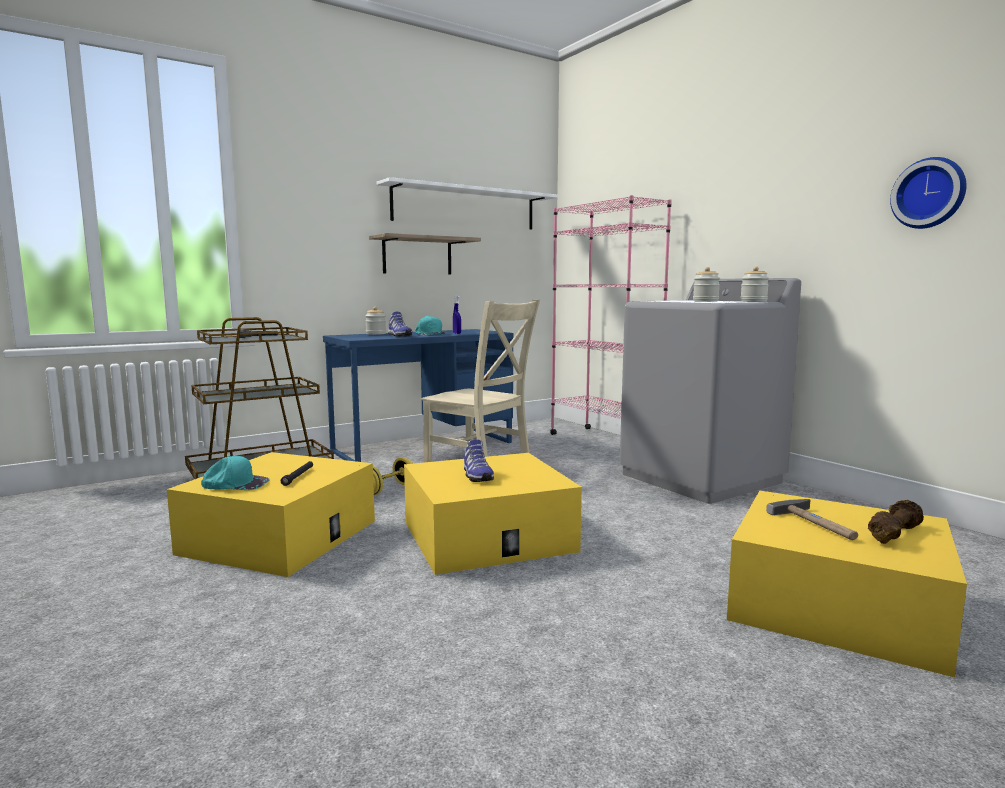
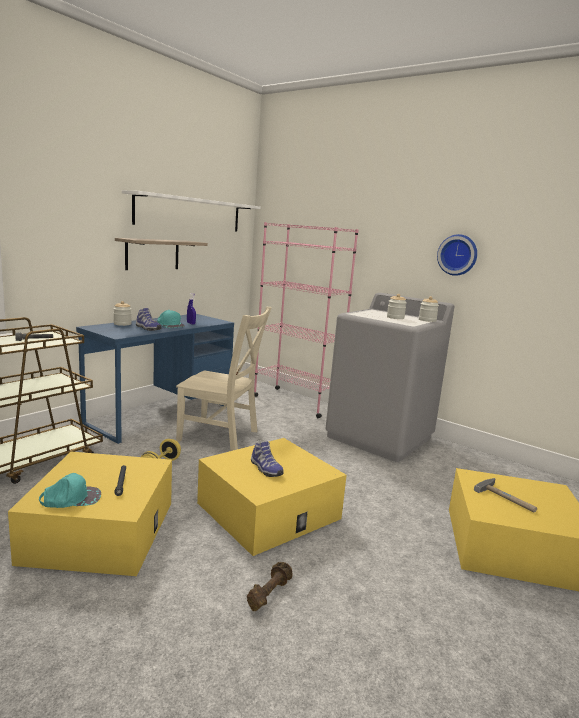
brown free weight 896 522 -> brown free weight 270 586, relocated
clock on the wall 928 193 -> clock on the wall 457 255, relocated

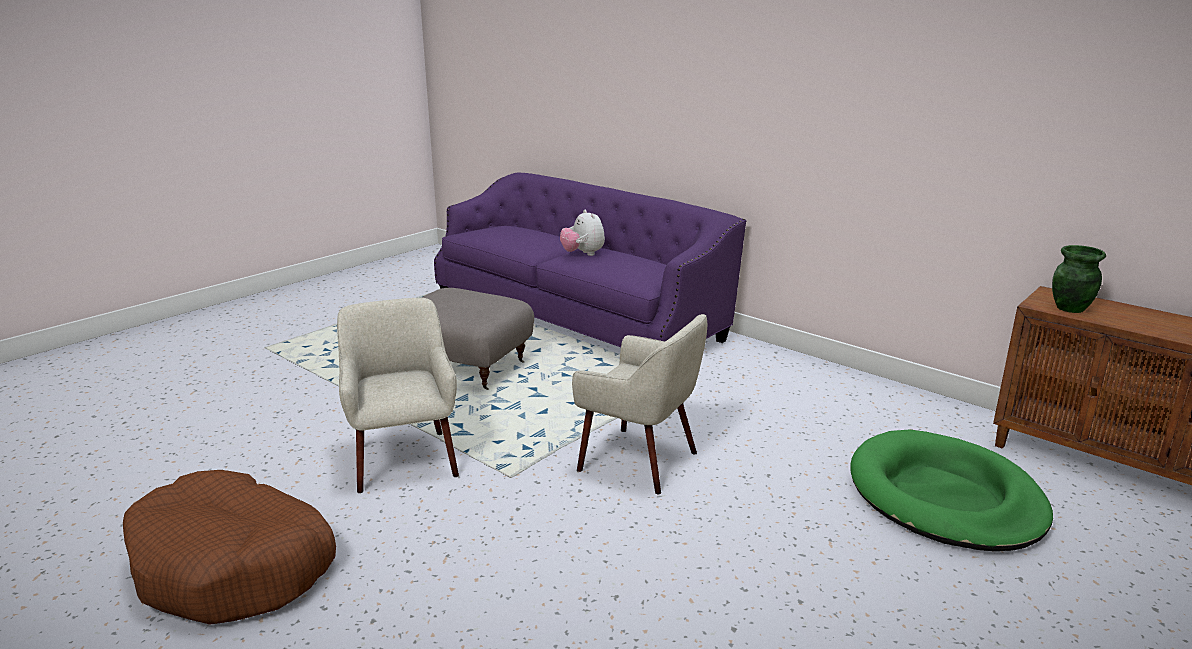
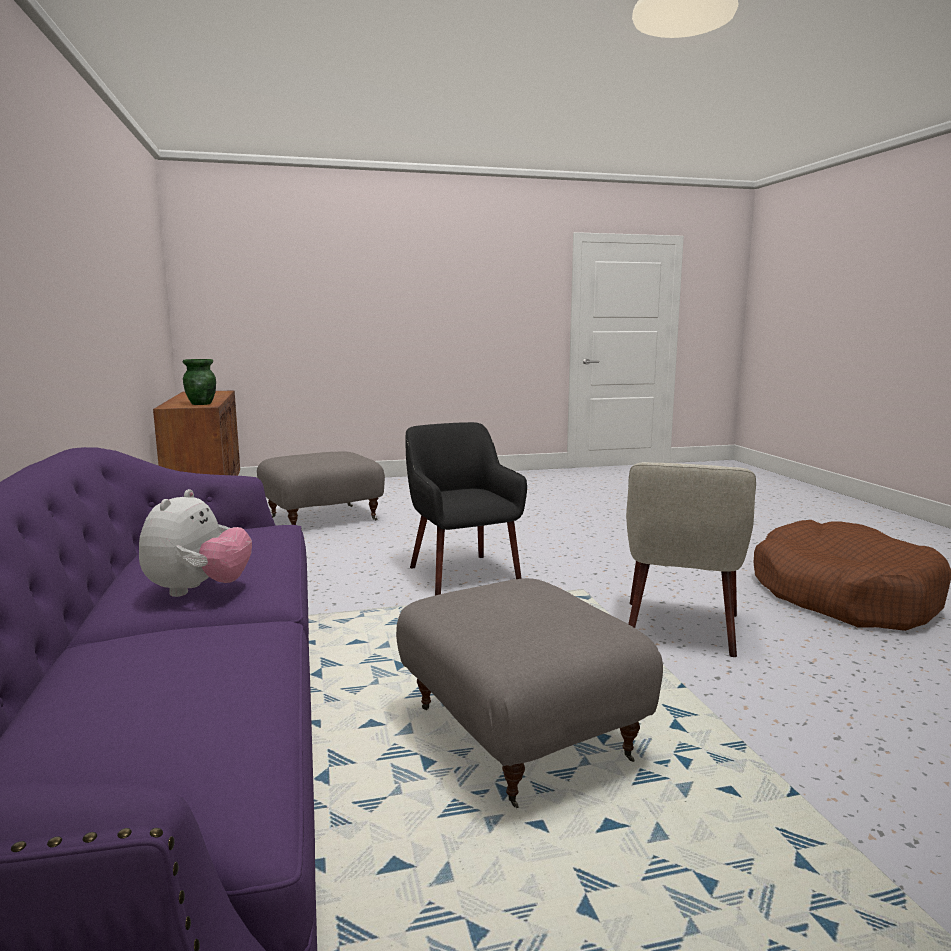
greenish pet bed 951 490 -> grey footrest 321 488
sand-coloured easy chair 639 404 -> black easy chair 466 508

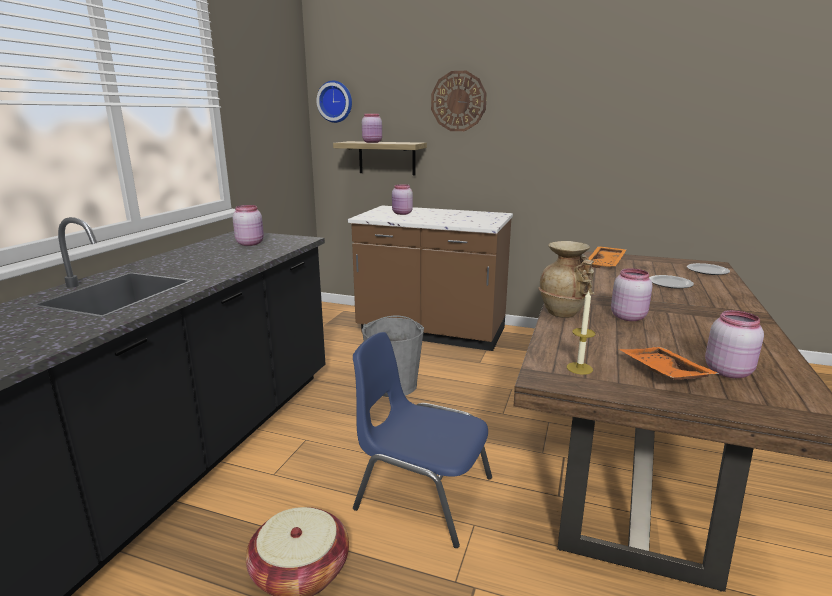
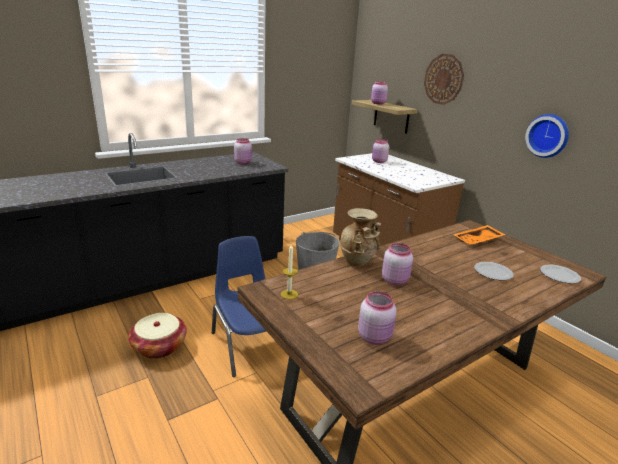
orange carrying tray 669 363 -> none
clock on the wall 334 102 -> clock on the wall 547 136, relocated

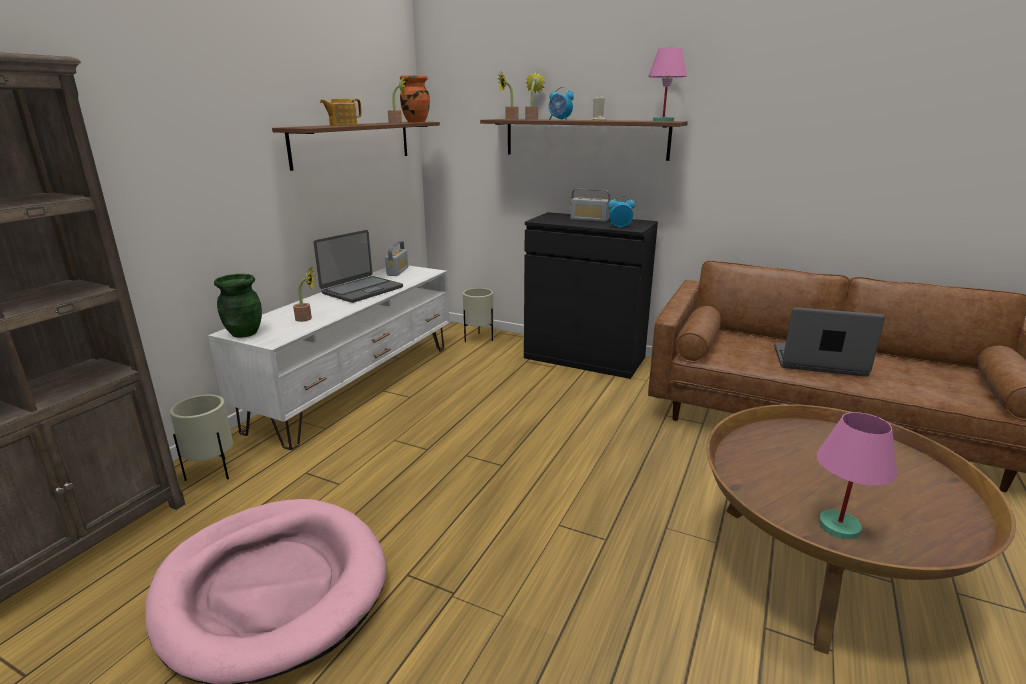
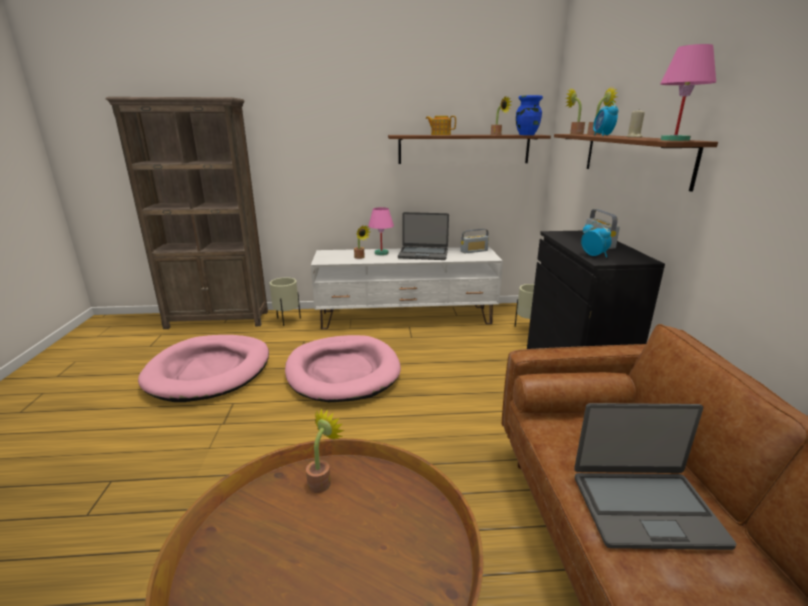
greenish decorative vase 238 306 -> none
none -> pink pet bed 343 368
none -> houseplant 325 450
pink lamp for a table 856 475 -> pink lamp for a table 381 231, relocated
orange decorative vase 415 98 -> blue-coloured decorative vase 529 115
laptop 829 342 -> laptop 655 476, 105 degrees clockwise

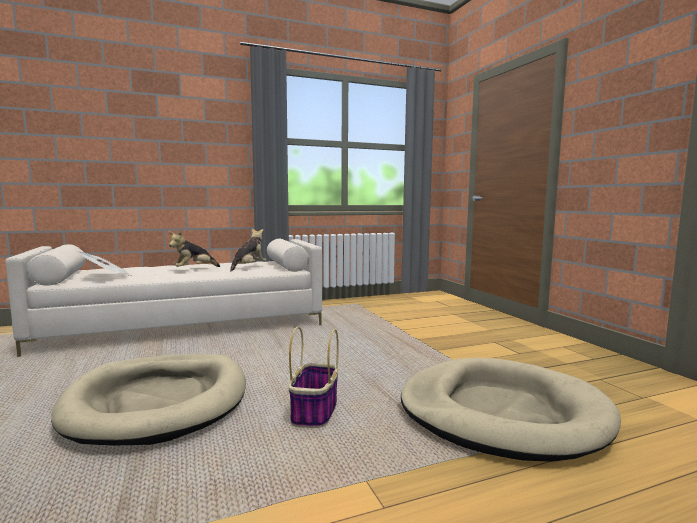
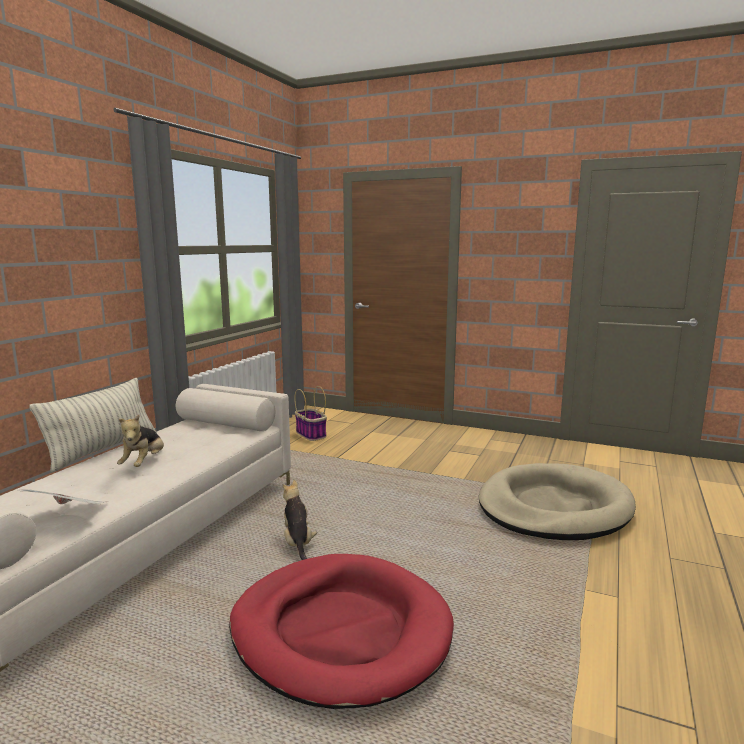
none -> cushion 93 425
soft toy 248 250 -> soft toy 300 520, relocated
storage basket 314 377 -> storage basket 310 413, relocated
sand-coloured pet bed 148 400 -> red pet bed 341 631

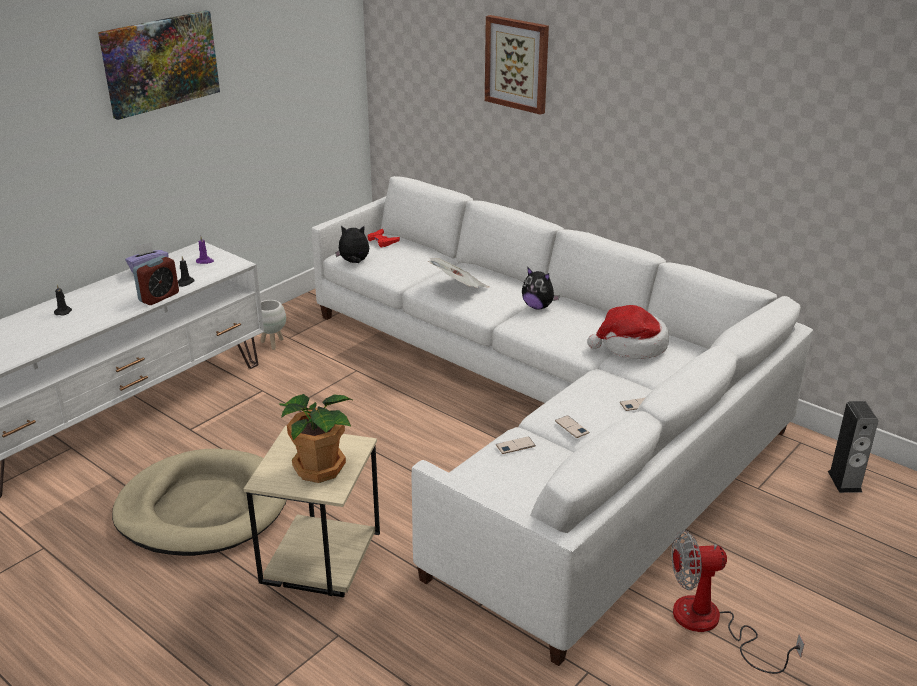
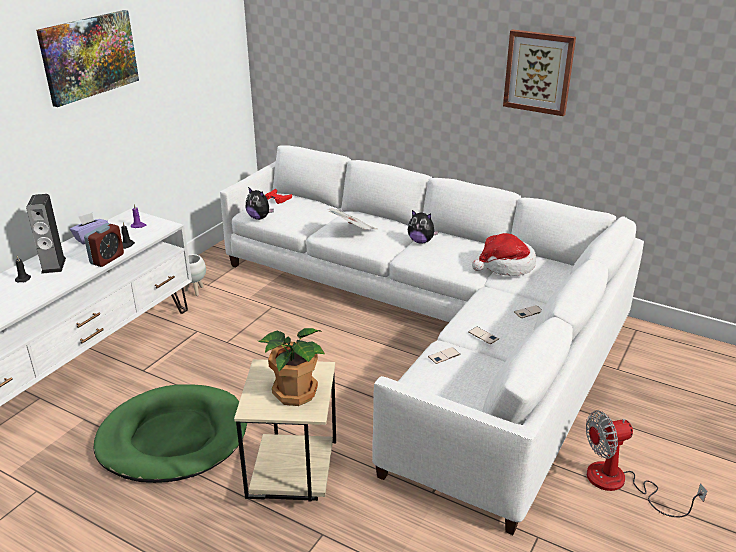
picture 517 65 -> picture 539 72, relocated
audio speaker 853 447 -> audio speaker 46 234, relocated
sand-coloured pet bed 199 502 -> greenish pet bed 170 433
soft toy 352 244 -> soft toy 259 203, 135 degrees counterclockwise

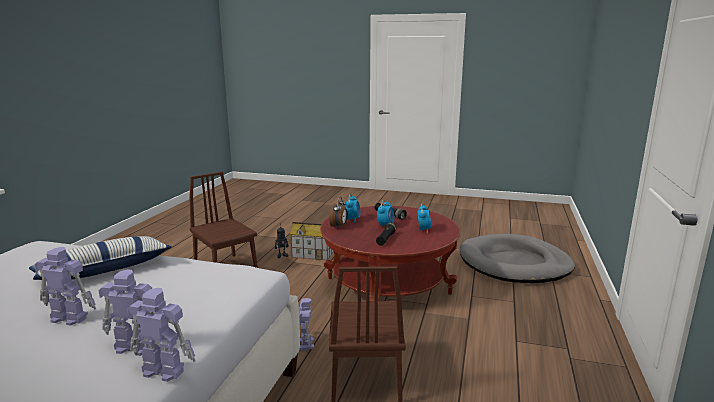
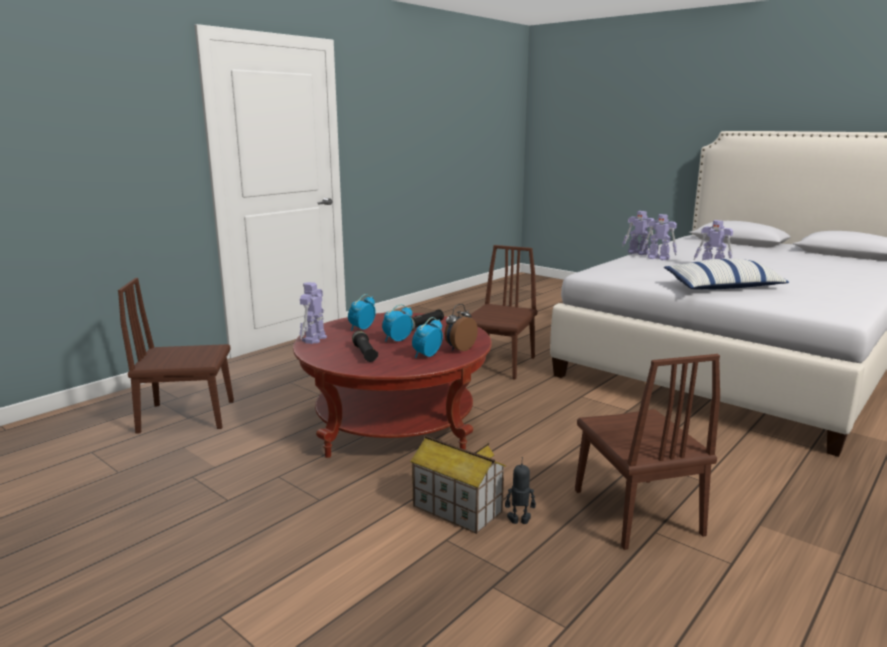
robot figure 306 324 -> robot figure 313 313, relocated
grey pet bed 517 258 -> brown plain chair 176 356

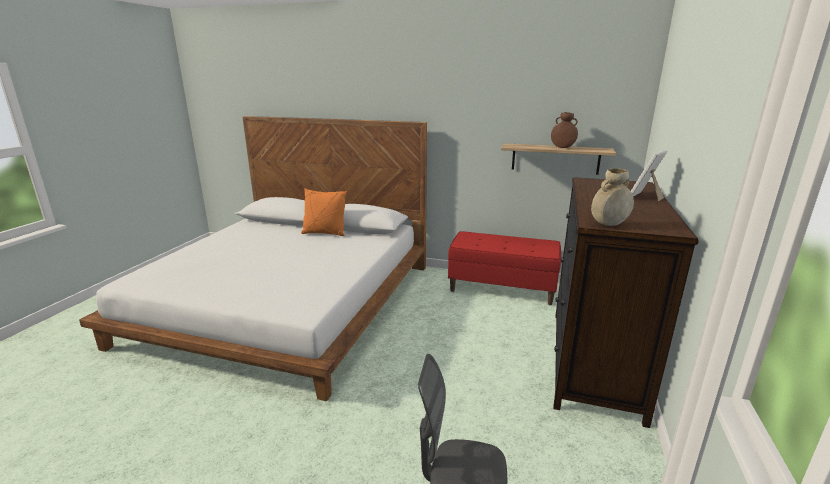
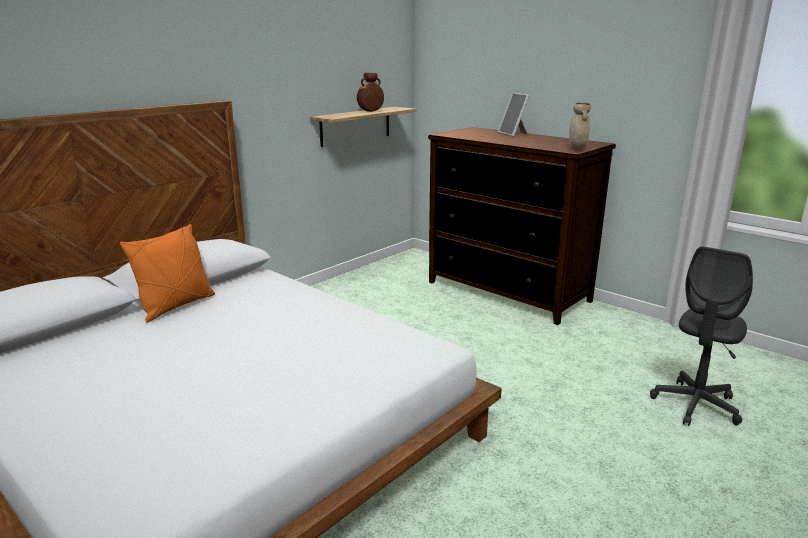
red long seat 504 268 -> none

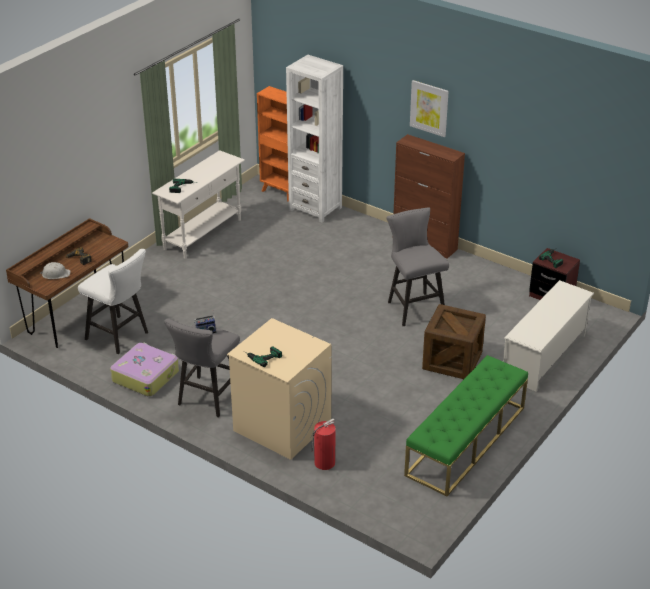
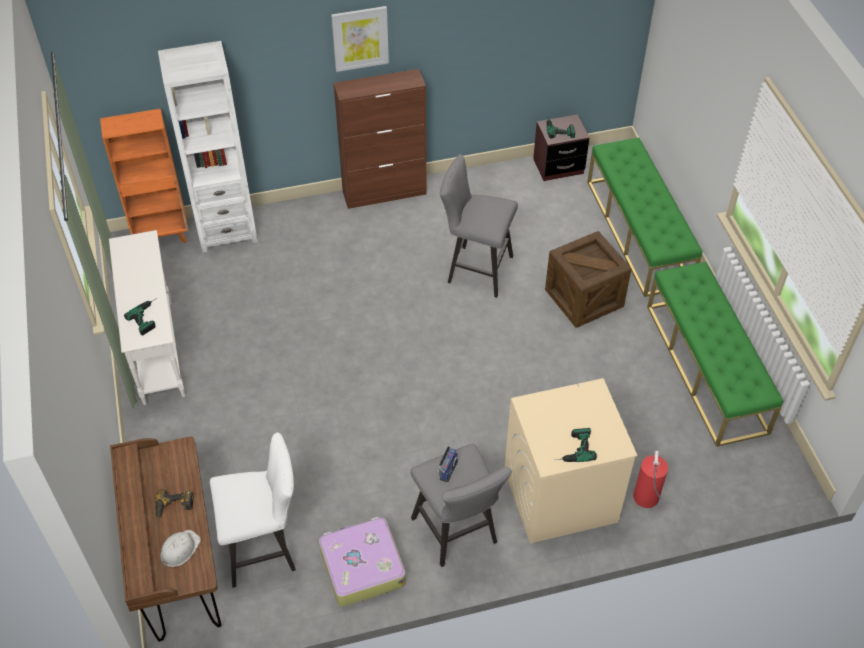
white shoe stand 548 336 -> greenish long seat 644 217

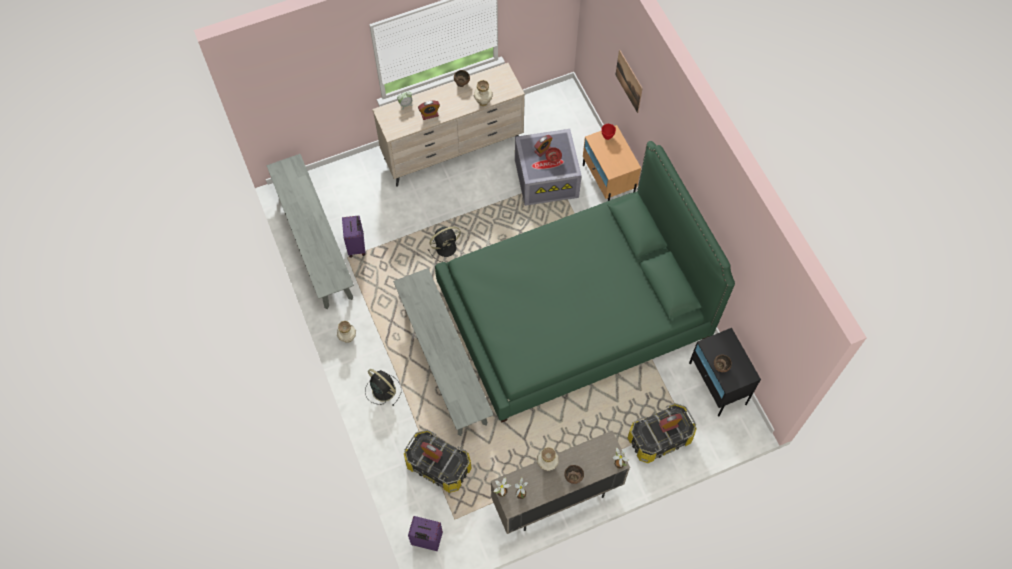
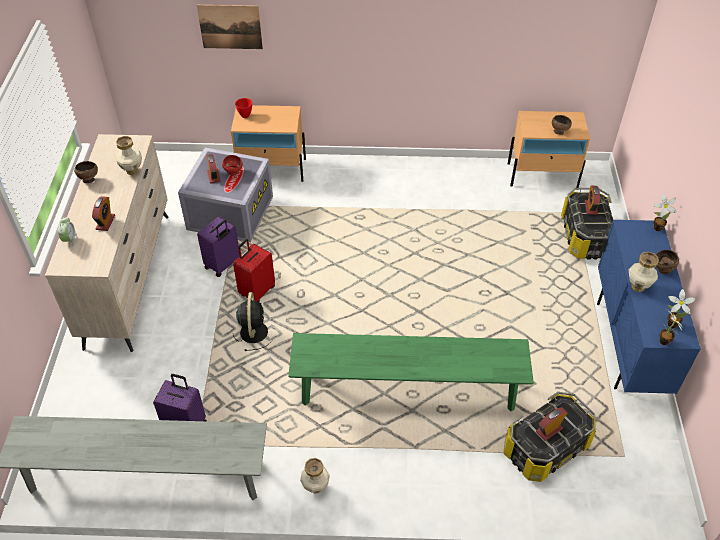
black cooling fan 383 387 -> none
greenish bed 585 281 -> none
none -> red travel case 254 270
purplish travel case 425 533 -> purplish travel case 218 247, relocated
grey long seat 443 352 -> greenish long seat 411 372
sand-coloured cabinet 560 482 -> blue-coloured cabinet 649 307
black nightstand 725 372 -> sand-coloured nightstand 549 149

